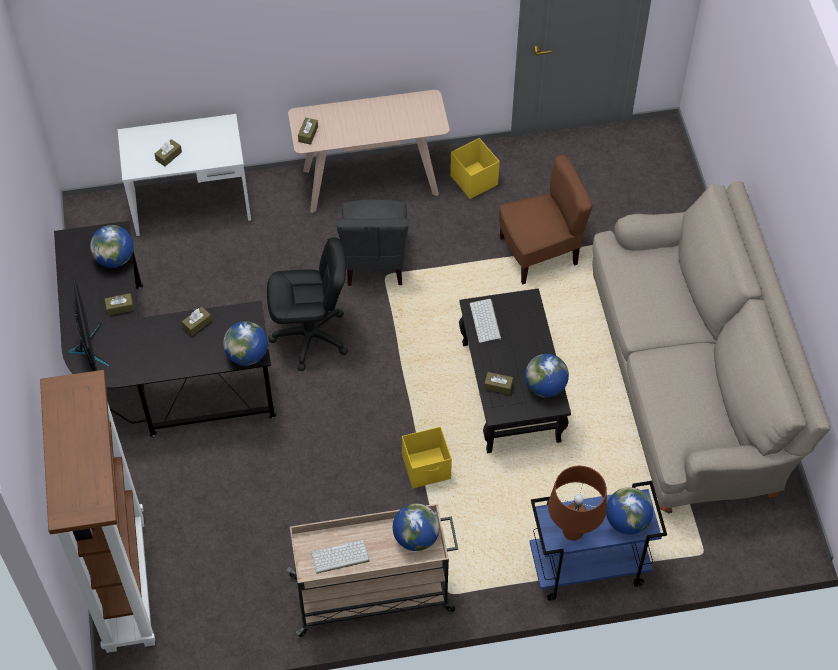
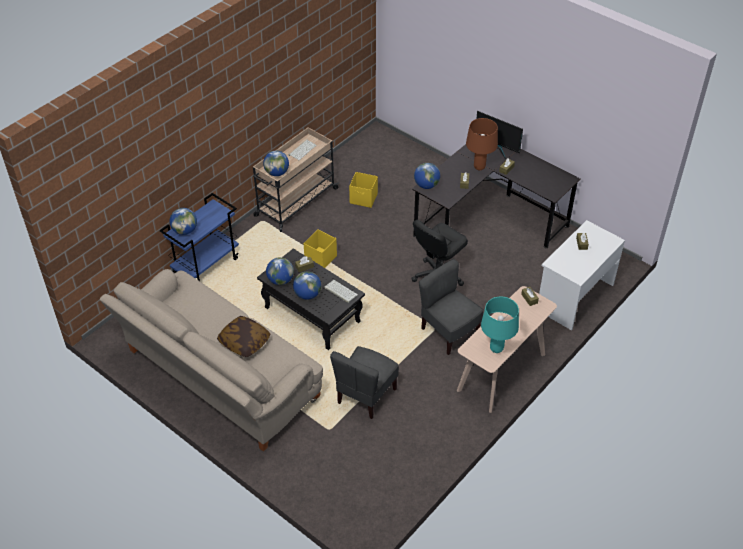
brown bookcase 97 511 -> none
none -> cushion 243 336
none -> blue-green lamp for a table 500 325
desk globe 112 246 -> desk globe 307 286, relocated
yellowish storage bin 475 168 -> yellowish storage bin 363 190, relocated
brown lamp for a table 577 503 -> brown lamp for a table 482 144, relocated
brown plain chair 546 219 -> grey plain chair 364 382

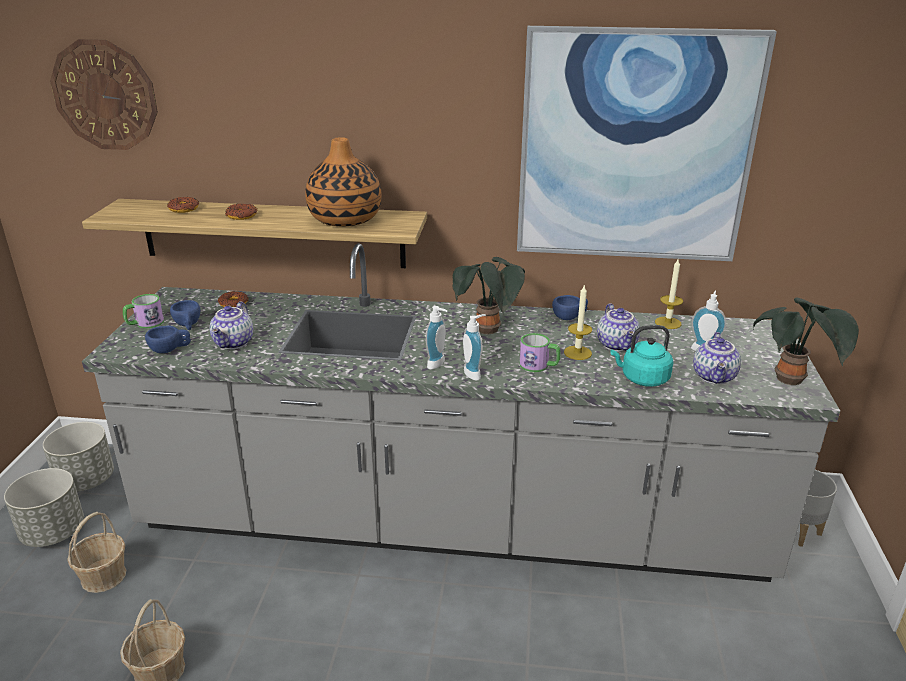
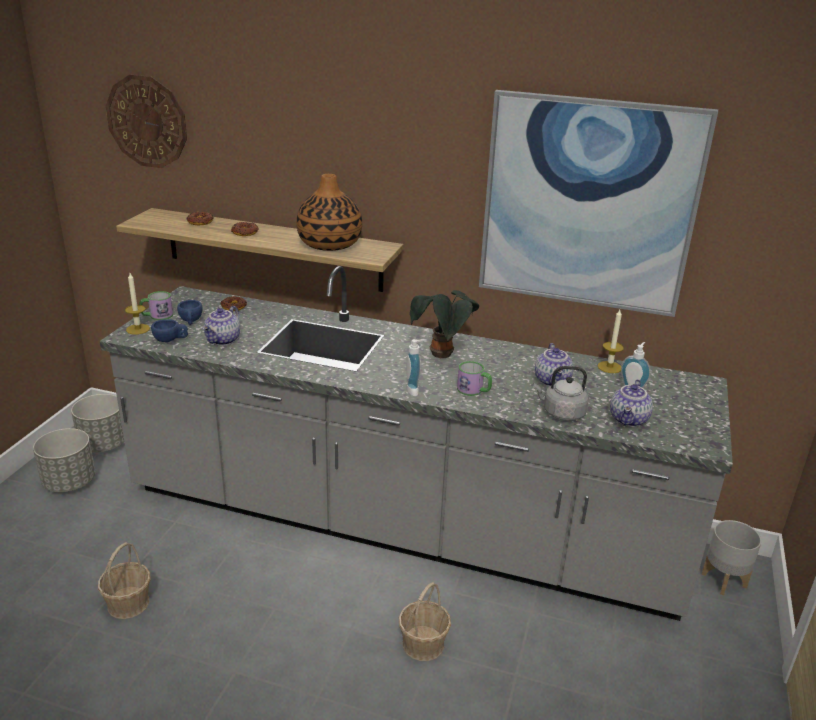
soap dispenser 437 337 -> none
blue-coloured small cup 570 307 -> none
houseplant 806 341 -> none
storage basket 96 552 -> storage basket 425 621, relocated
wax light 578 322 -> wax light 137 304, relocated
blue-green kettle 641 356 -> grey kettle 561 393

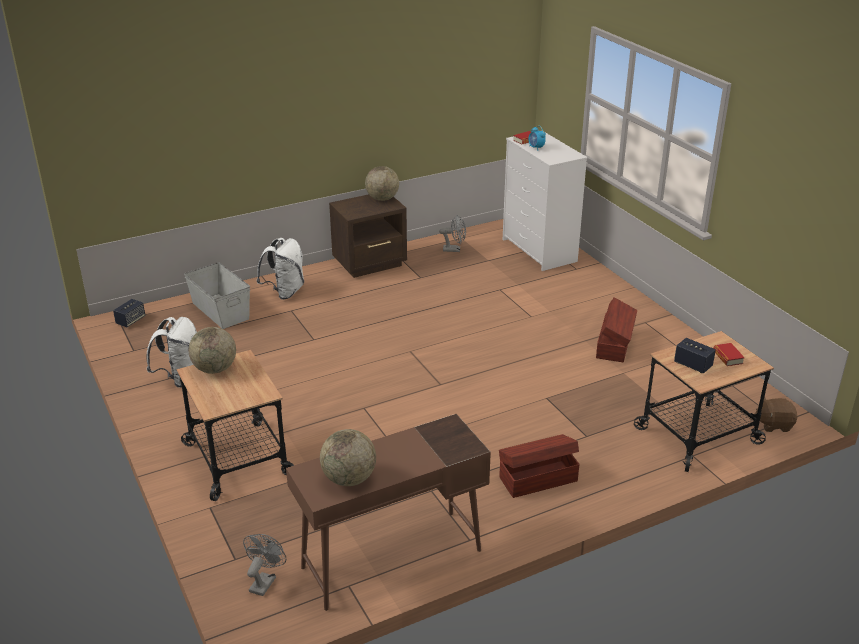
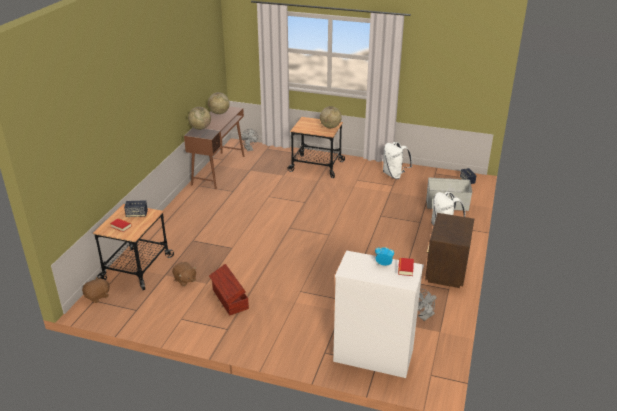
brown storage bin 539 466 -> none
none -> brown soft toy 184 274
desk globe 382 183 -> desk globe 199 118, relocated

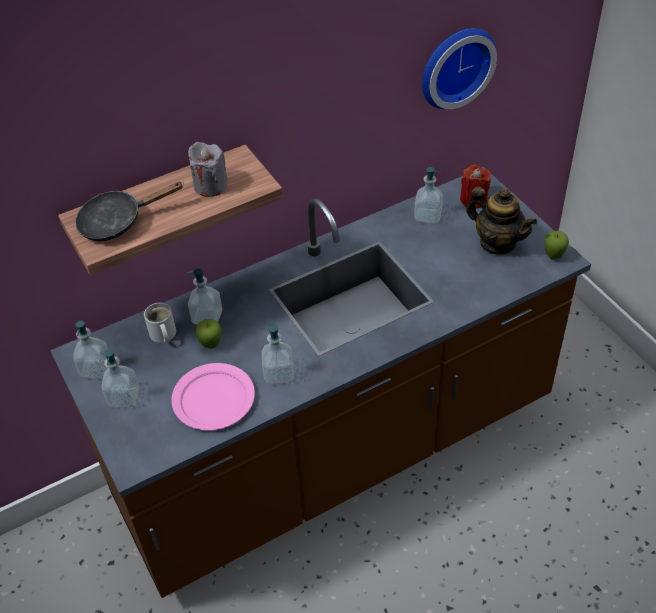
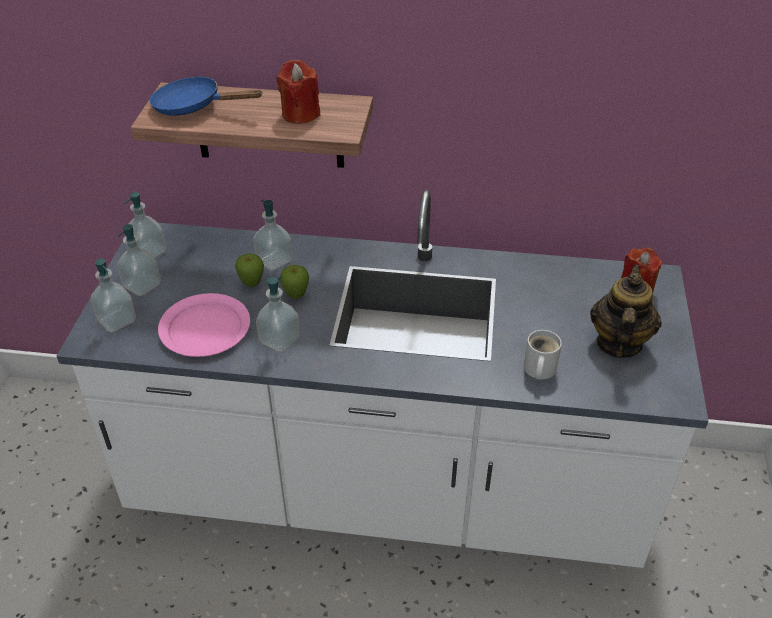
clock on the wall 459 68 -> none
white mug 160 323 -> white mug 543 355, relocated
soap dispenser 428 195 -> soap dispenser 113 295, relocated
apple fruit 557 245 -> apple fruit 294 282, relocated
brown kitchen base unit 320 382 -> white kitchen base unit 382 378
black skillet 129 211 -> blue-coloured skillet 206 96
grey wax light 208 169 -> red wax light 298 92
tea pot 501 221 -> tea pot 626 311, 150 degrees counterclockwise

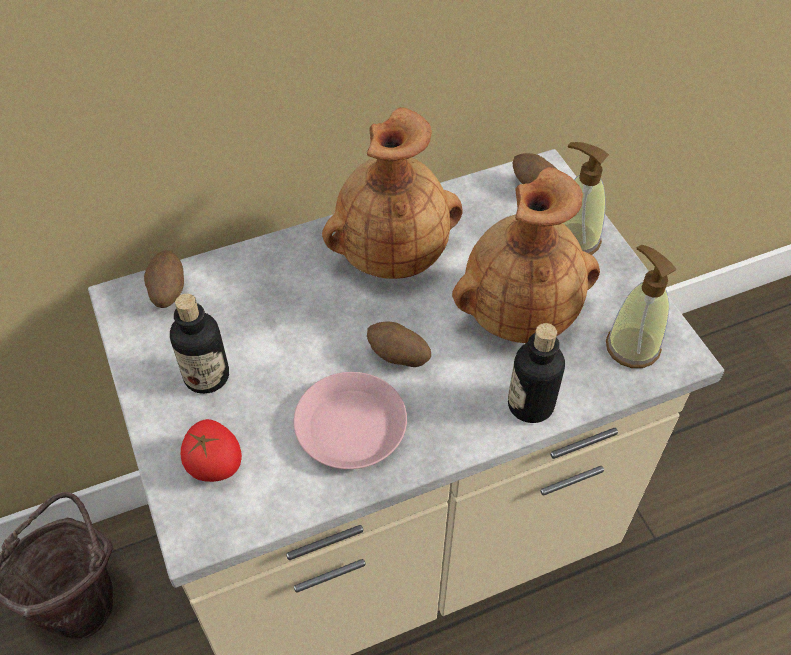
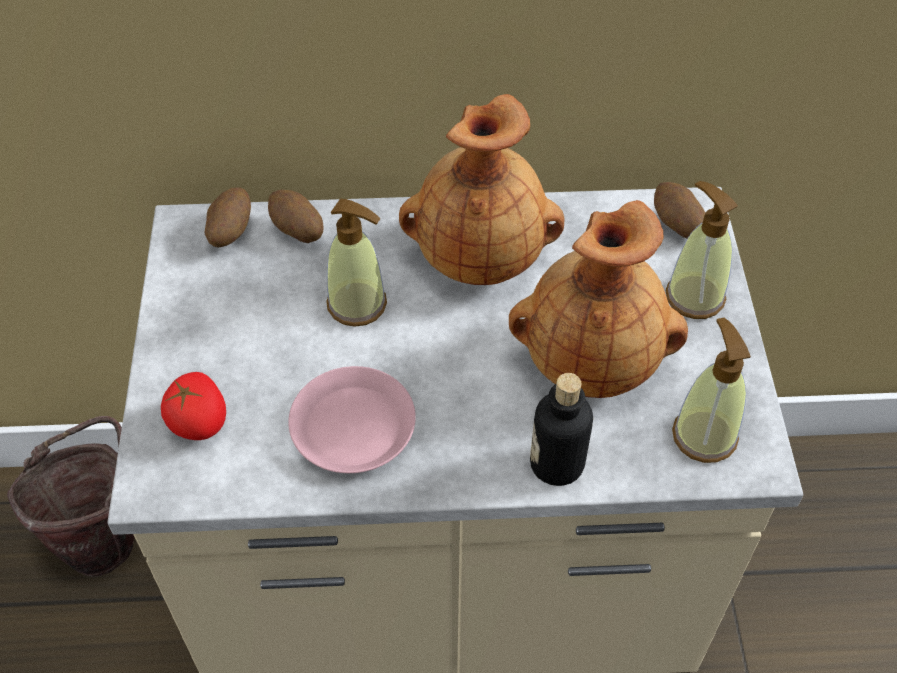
drink bottle 199 344 -> none
none -> soap dispenser 356 263
potato 399 344 -> potato 296 216, relocated

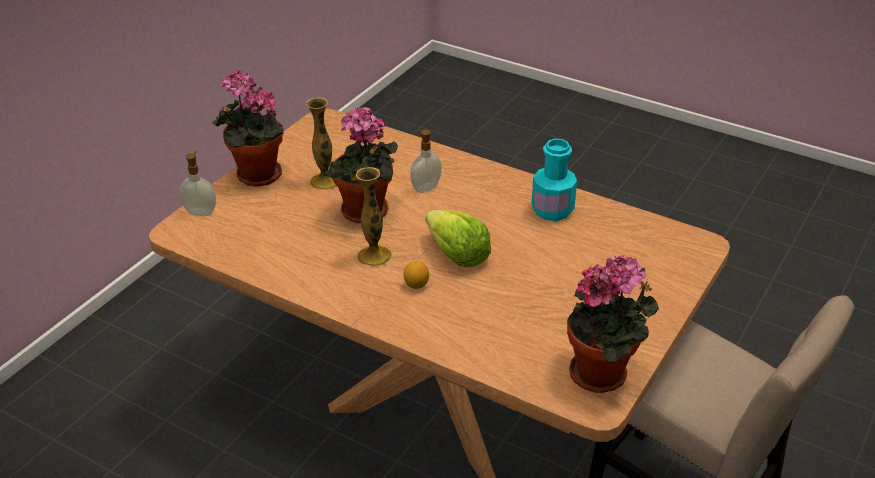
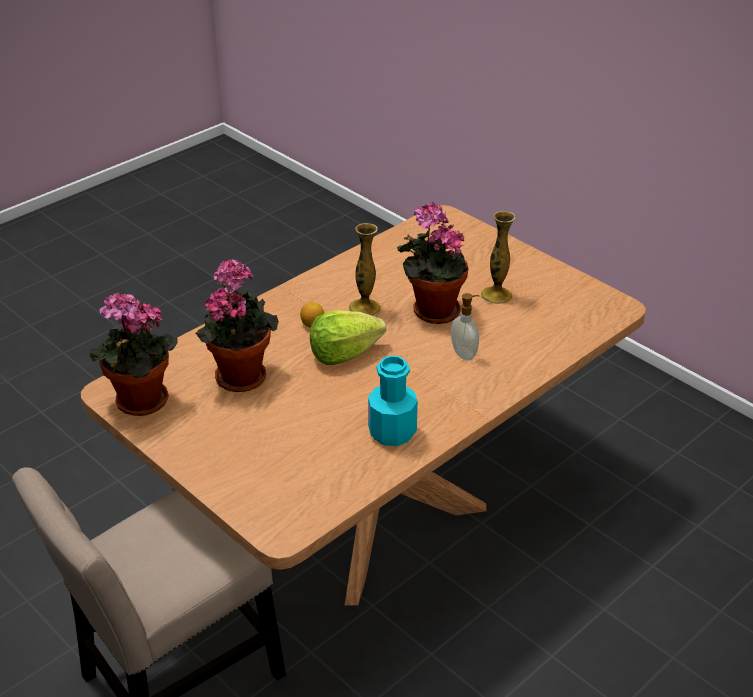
soap dispenser 197 183 -> none
houseplant 248 128 -> houseplant 237 325, relocated

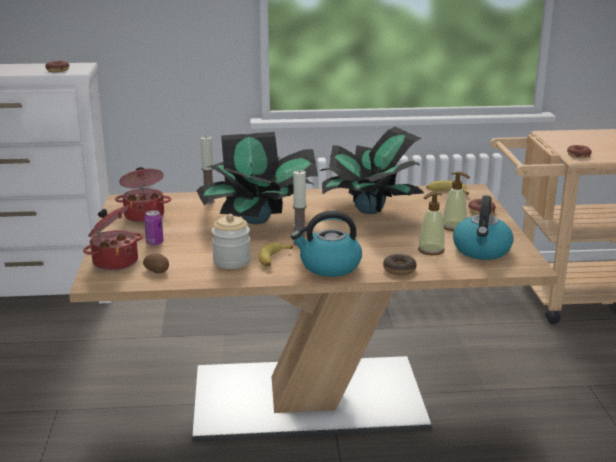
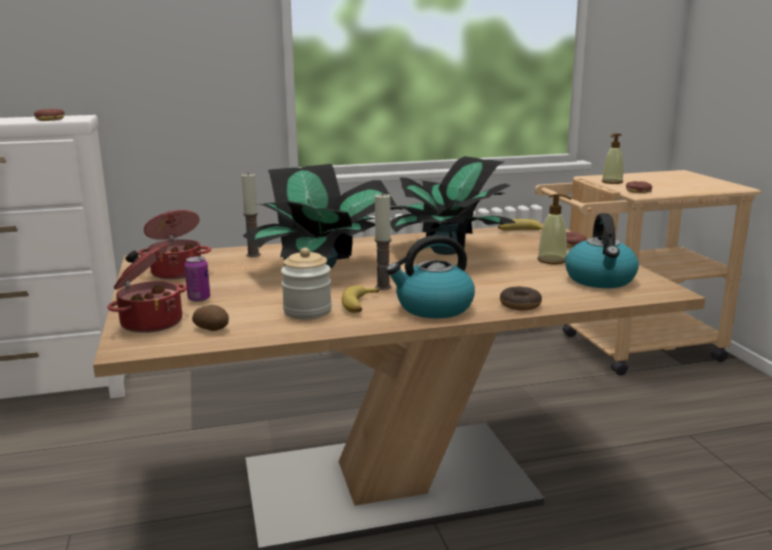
soap dispenser 431 223 -> soap dispenser 612 158, relocated

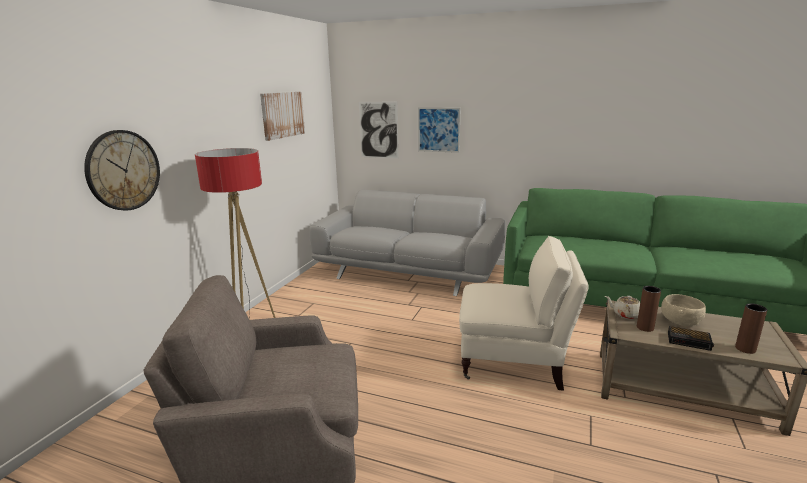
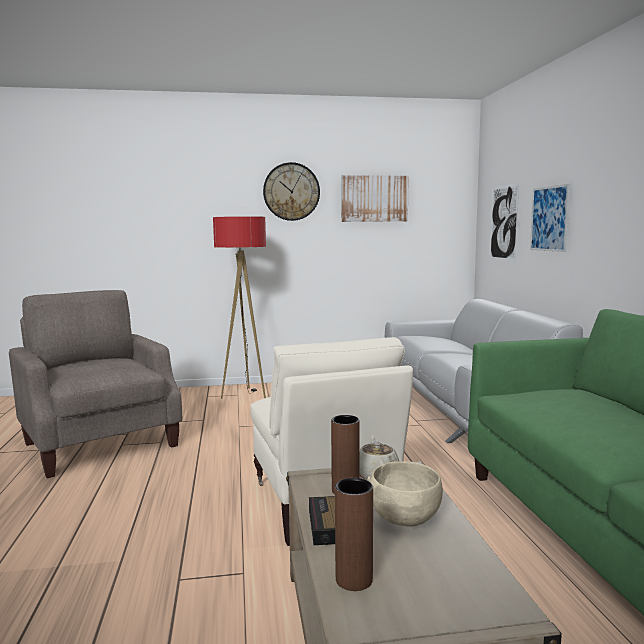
clock on the wall 122 170 -> clock on the wall 291 191, relocated

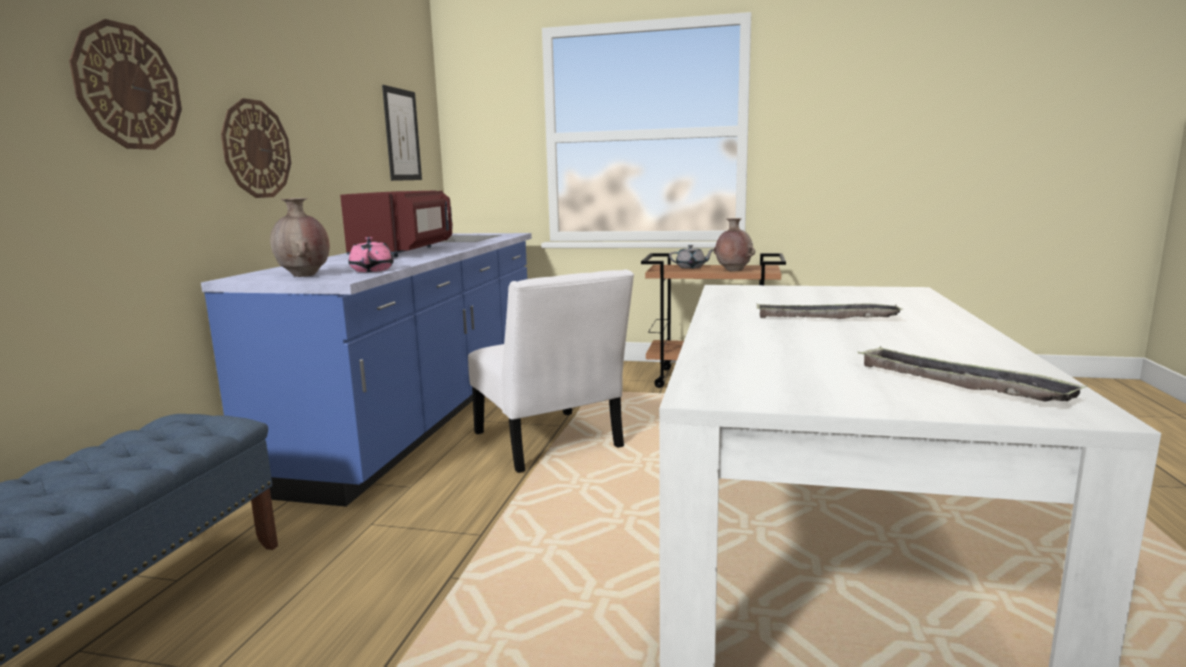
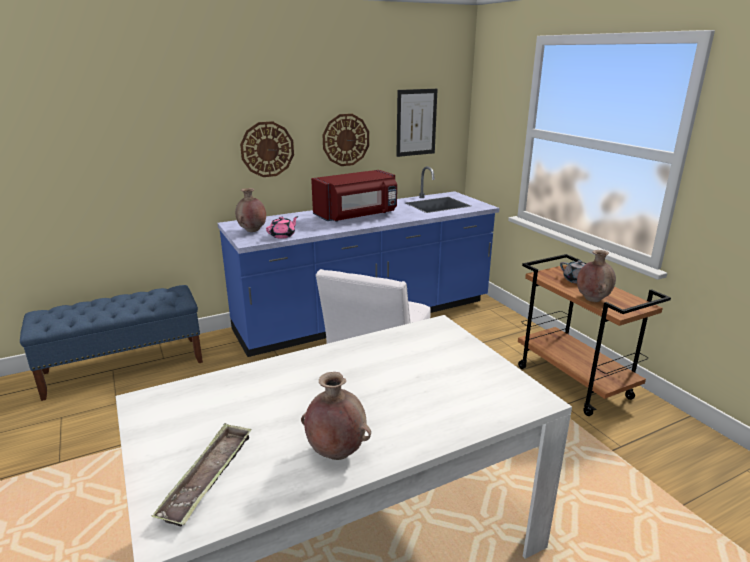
carrying tray 830 311 -> none
none -> brown decorative vase 336 416
clock on the wall 125 84 -> clock on the wall 346 140, relocated

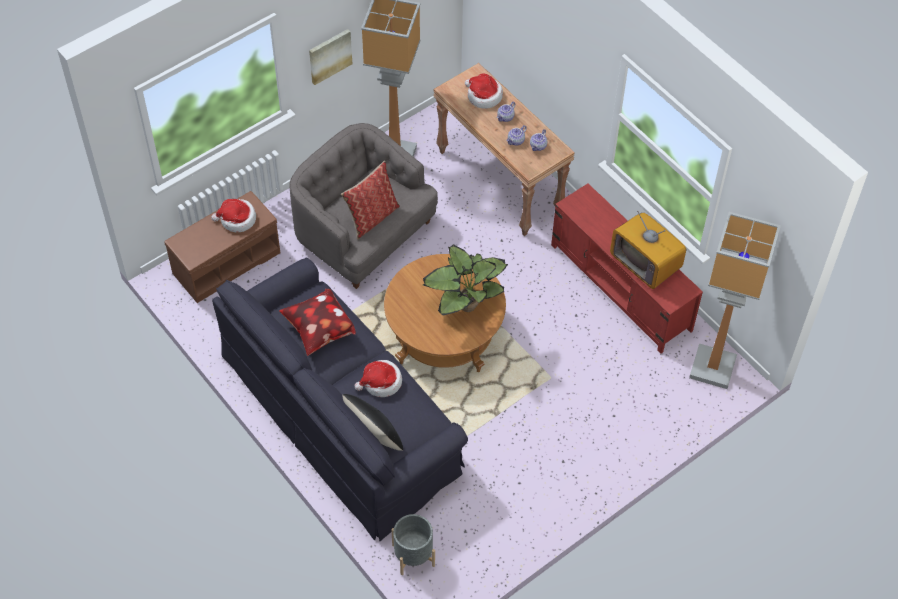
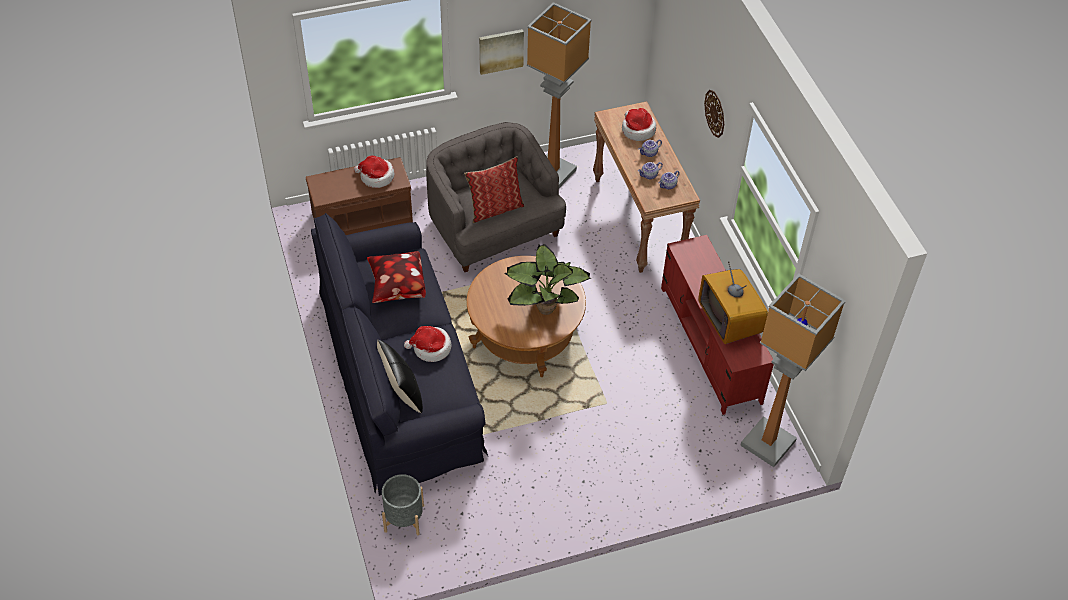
none -> clock on the wall 714 114

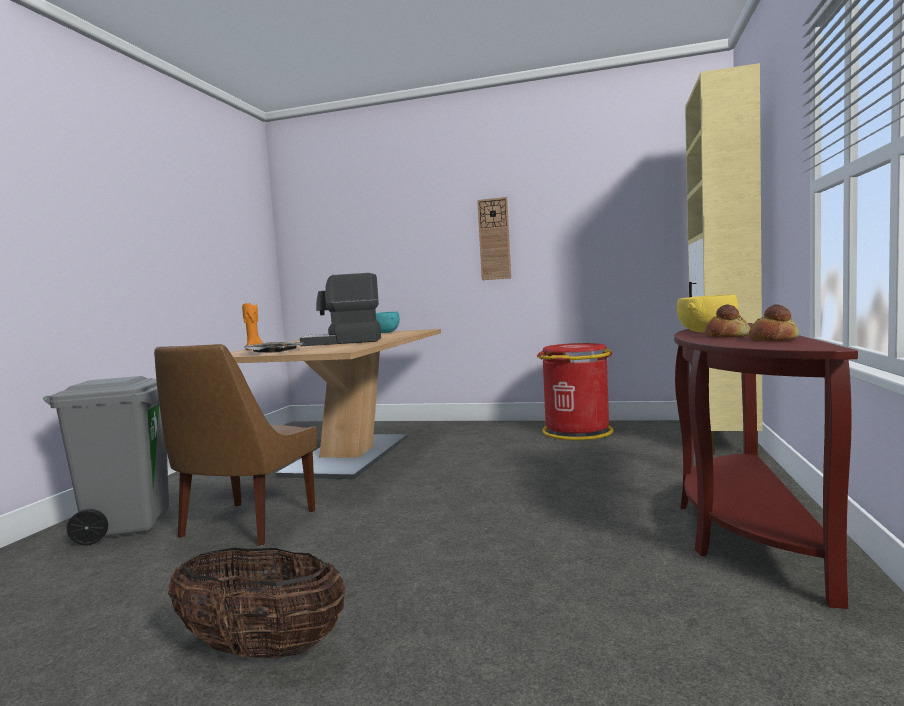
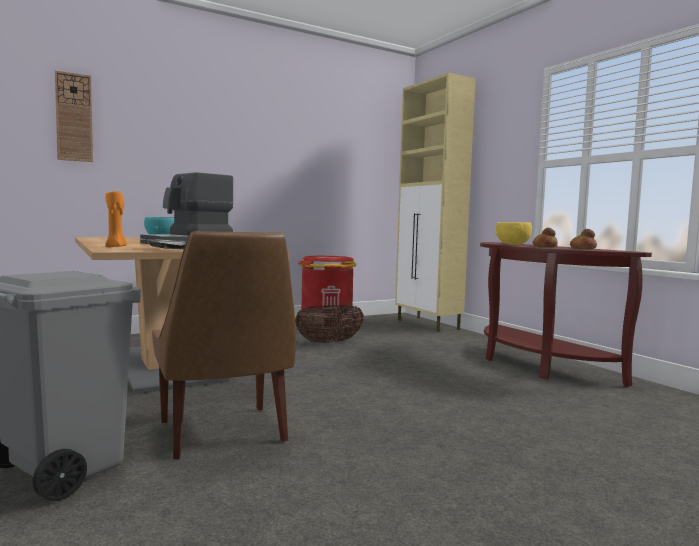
storage basket 256 603 -> storage basket 329 324, relocated
clock on the wall 494 238 -> clock on the wall 74 116, relocated

